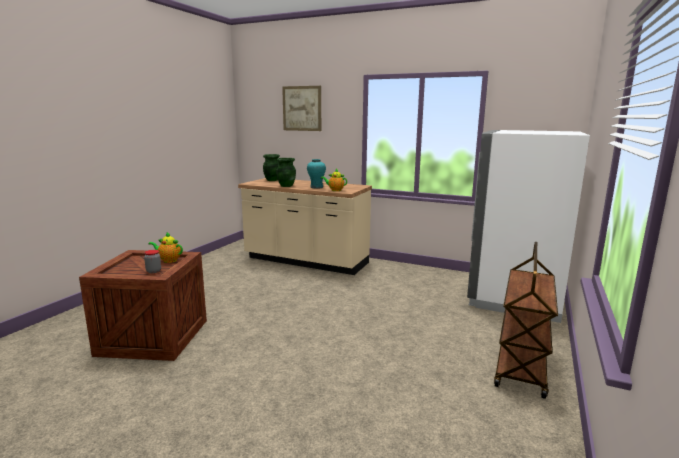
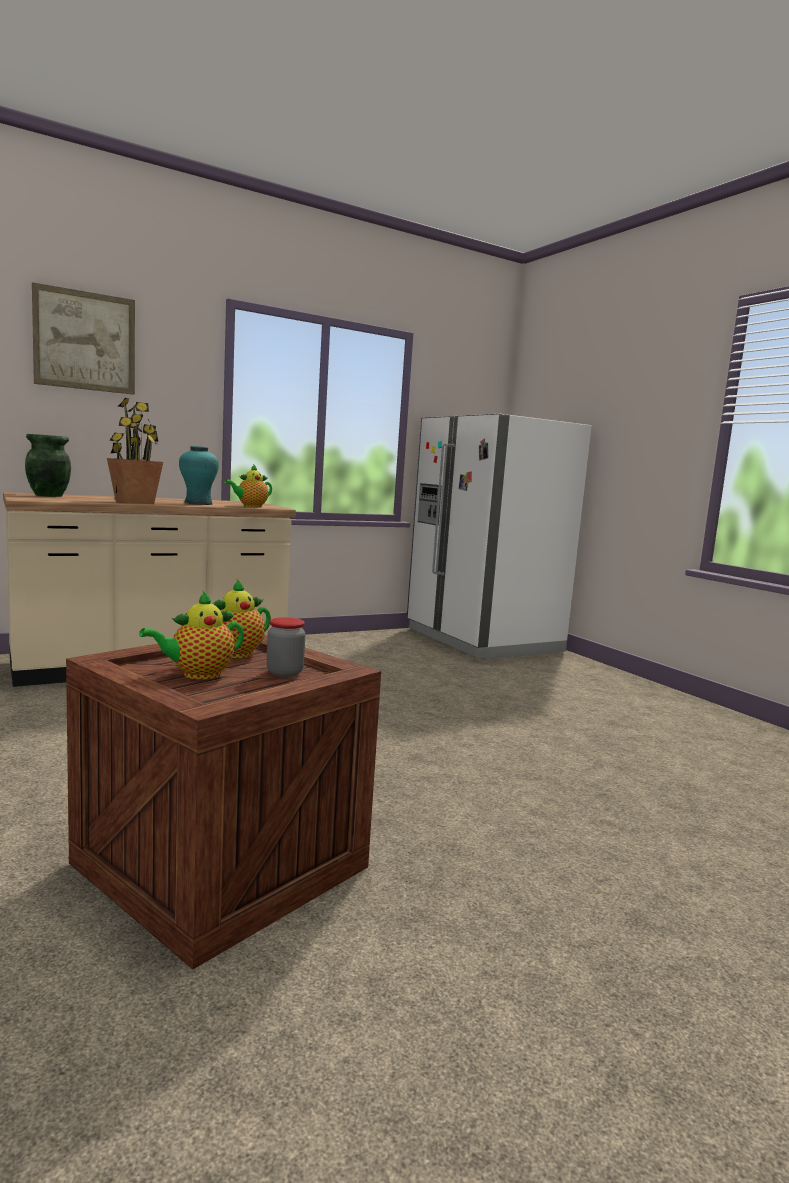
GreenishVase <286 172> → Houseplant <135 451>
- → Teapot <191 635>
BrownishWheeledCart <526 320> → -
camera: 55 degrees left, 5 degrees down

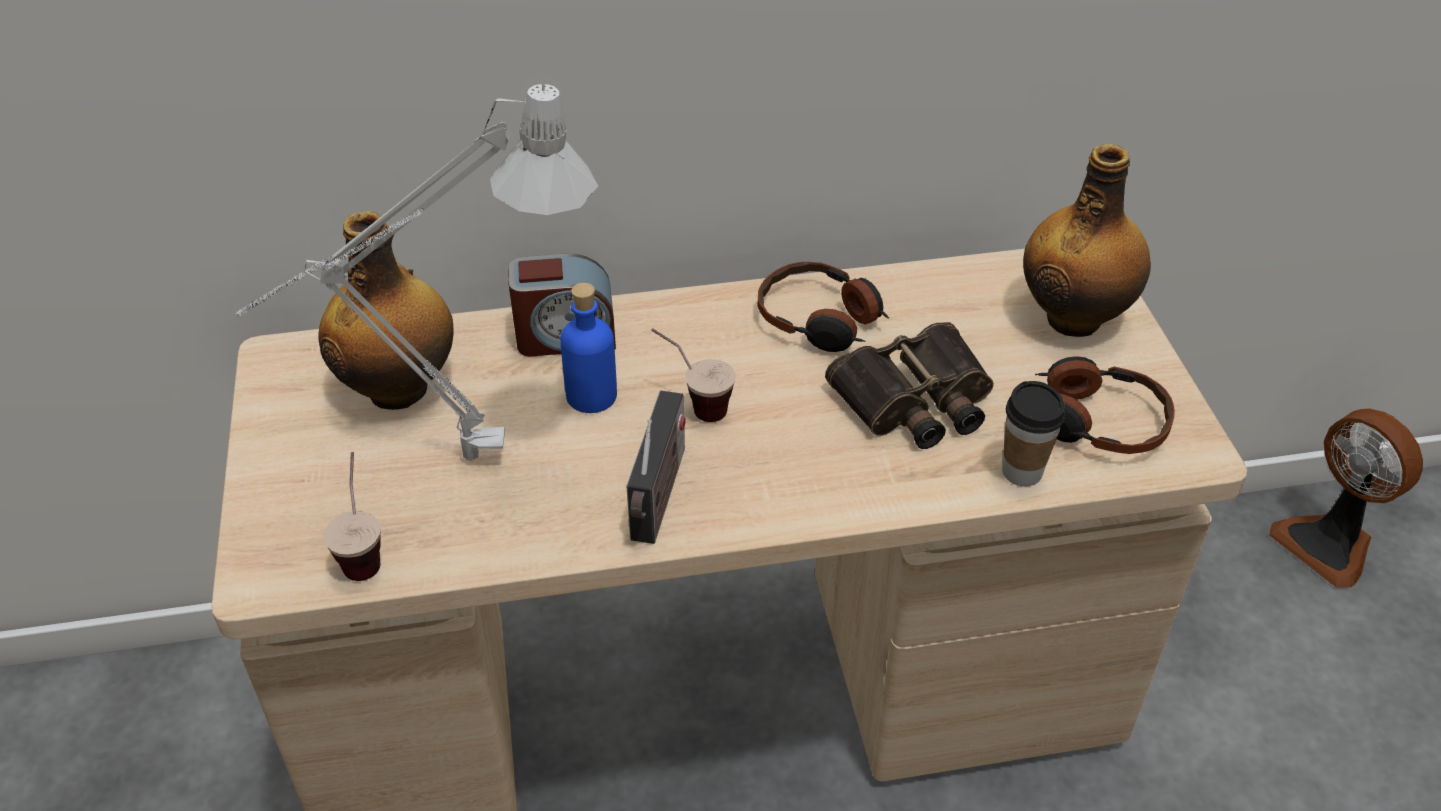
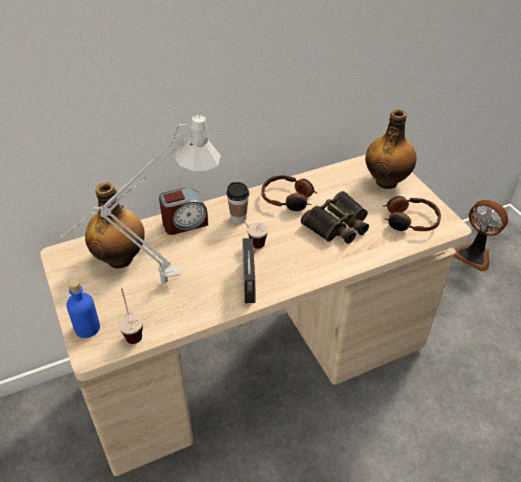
BlueBeverageBottle <588 348> → BlueBeverageBottle <83 308>, move
DrinkingCup <1034 433> → DrinkingCup <238 203>, move
camera: 15 degrees left, 0 degrees up

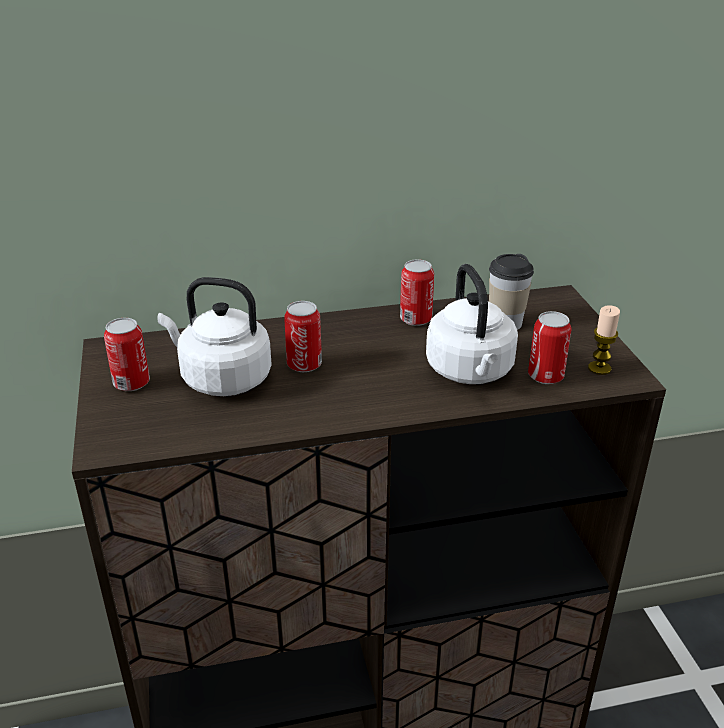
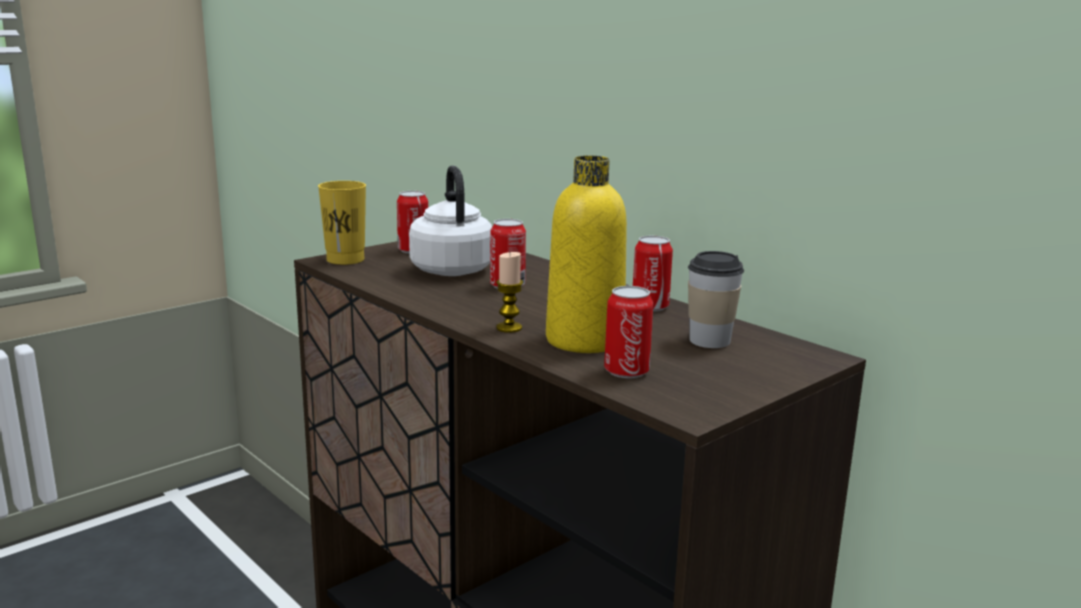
- → YellowishDrinkingCup <342 223>
Candle <604 340> → Candle <509 292>, move
WhitishTeaKettle <472 324> → YellowishBeverageBottle <586 254>
camera: 60 degrees right, 15 degrees down

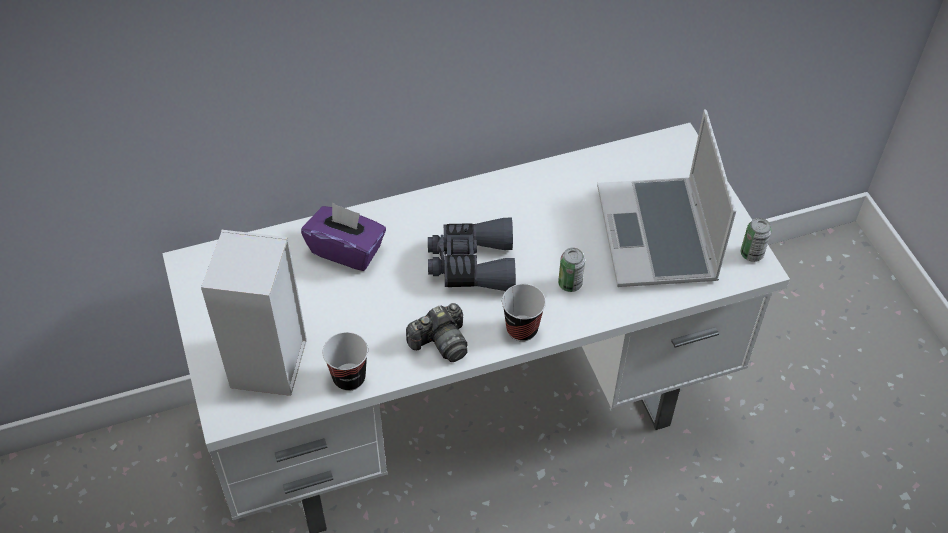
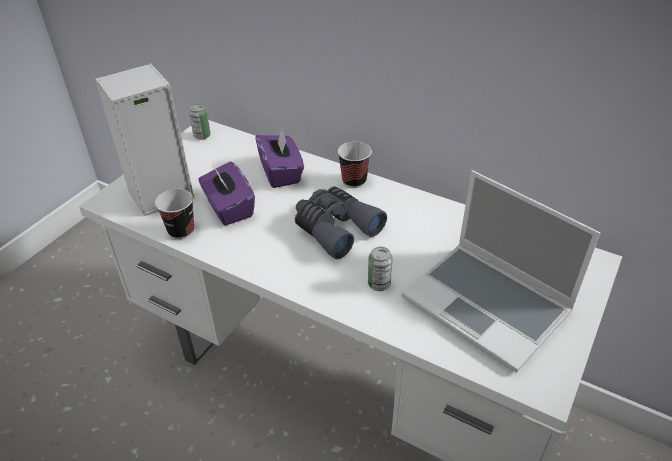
MetalCan <756 240> → MetalCan <200 122>, move
- → PurpleTissueBox <226 194>
DrinkingCup <524 313> → DrinkingCup <355 165>, move
Laptop <666 198> → Laptop <500 271>, 90 degrees counterclockwise
StillCamera <437 332> → -
camera: 50 degrees right, 10 degrees down

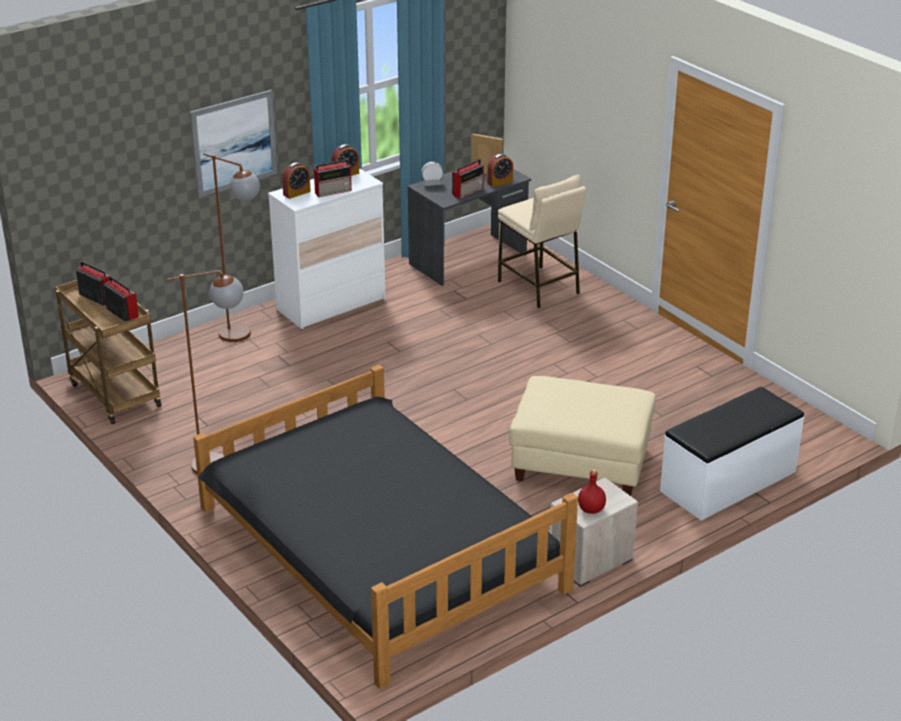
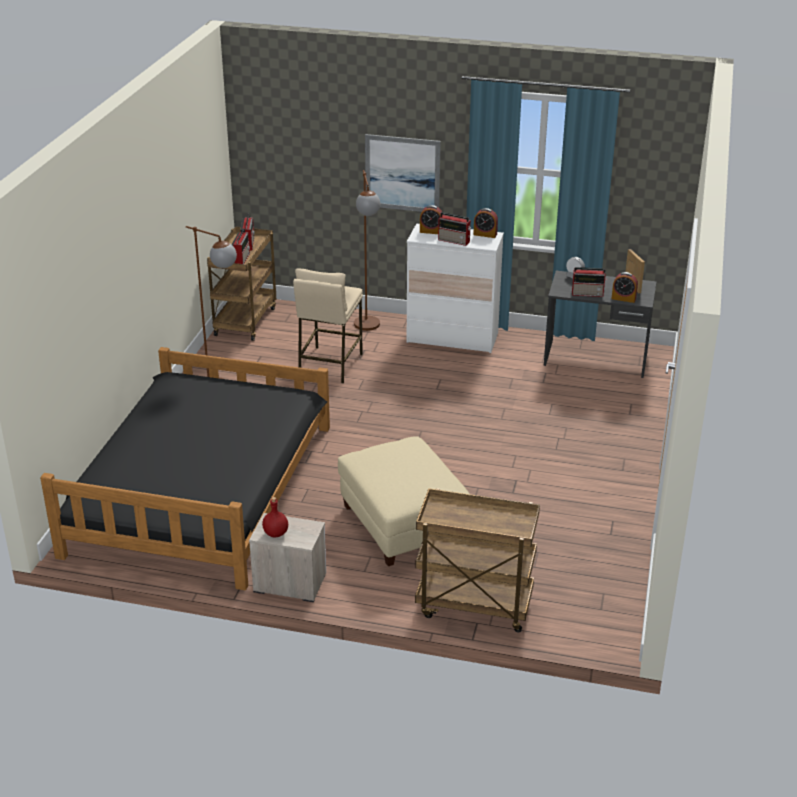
BeigeSittingStool <542 242> → BeigeSittingStool <328 325>, move
WhitishIndoorBench <732 454> → BrownishWheeledCart <477 560>
camera: 50 degrees right, 0 degrees up

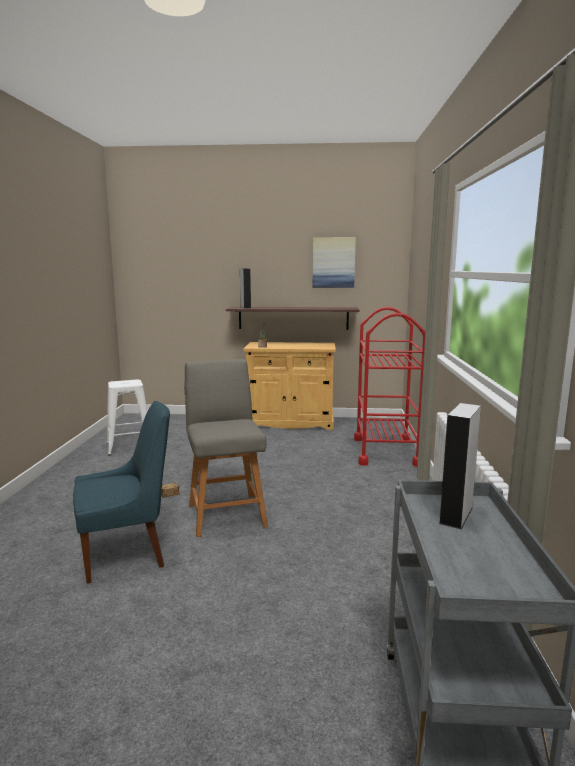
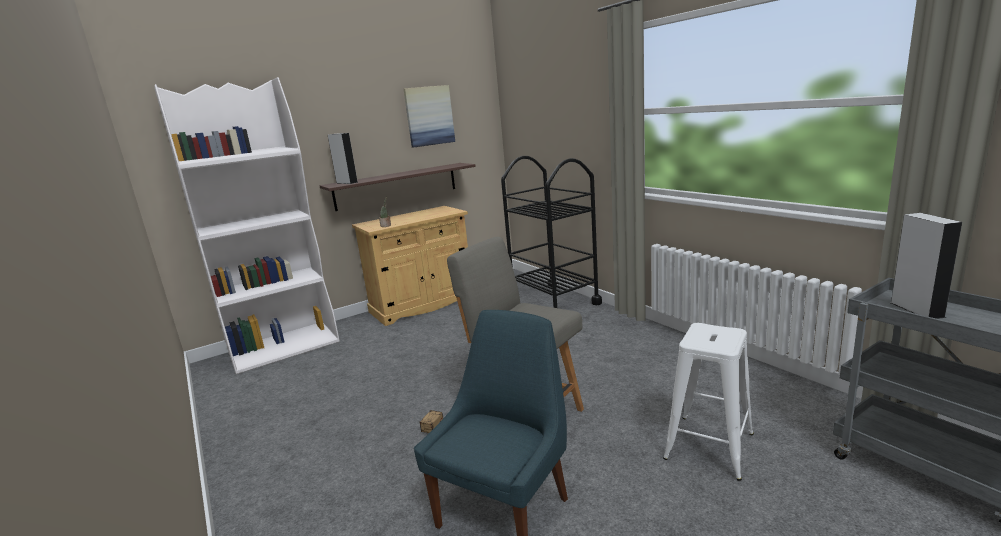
- → WhitishBookcase <247 225>
RedWheeledCart <389 387> → BlackishWheeledCart <551 232>
WhitishSittingStool <127 417> → WhitishSittingStool <708 402>, move
camera: 35 degrees left, 5 degrees up

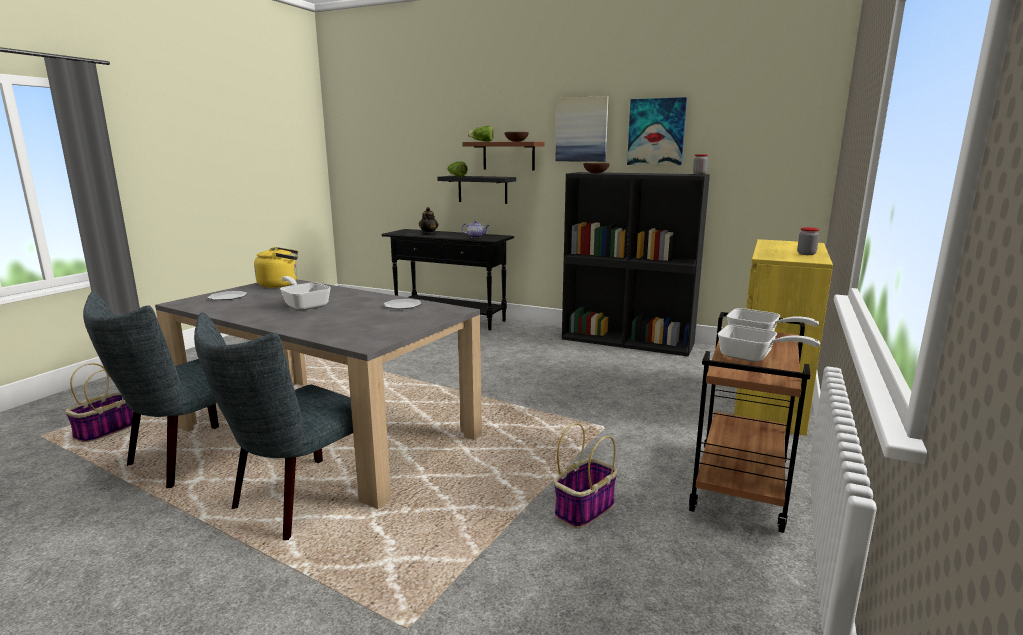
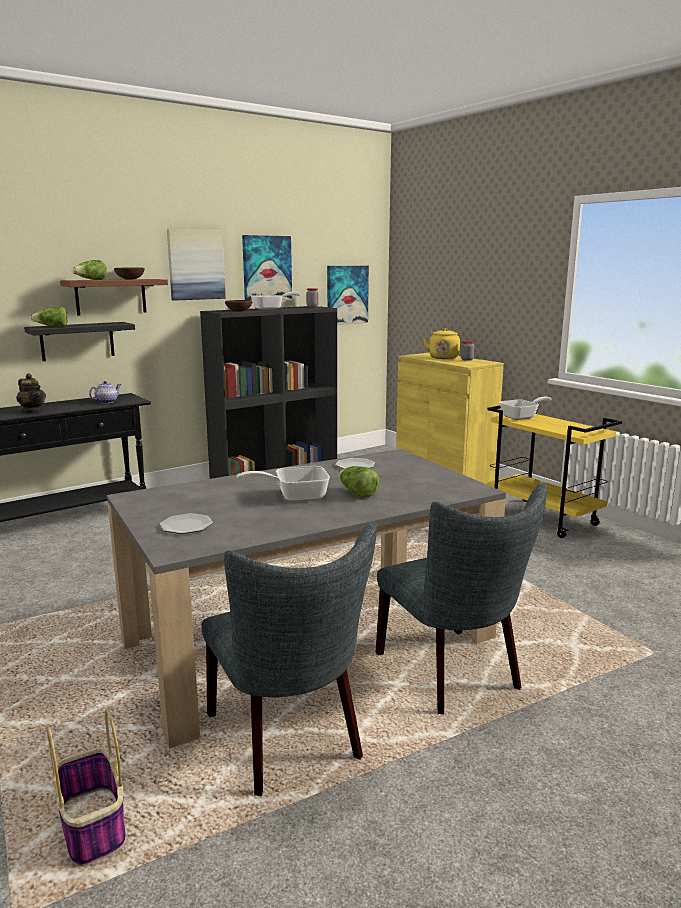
Pan <769 343> → Pan <276 301>, move
- → WallArt <348 295>
- → Lettuce <359 482>
YellowishTeaKettle <276 267> → YellowishTeaKettle <441 343>, move
BrownishWheeledCart <749 422> → YellowishWheeledCart <554 472>
Basket <586 476> → -
camera: 60 degrees left, 0 degrees up

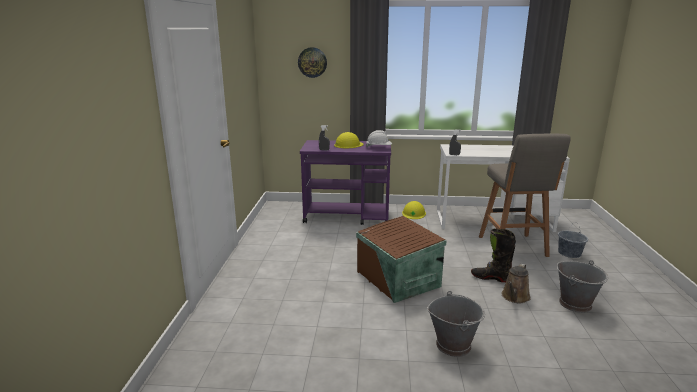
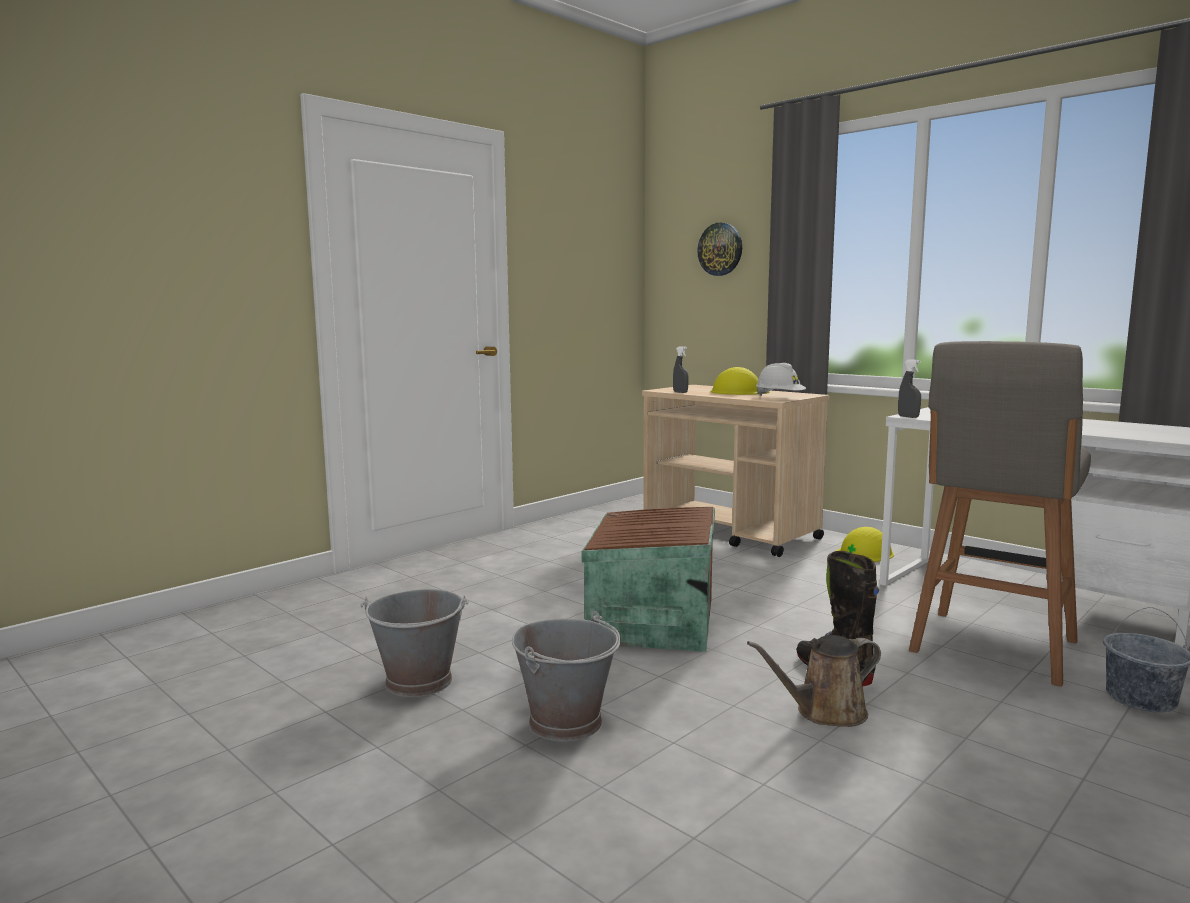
GreyWaterBucket <582 286> → GreyWaterBucket <414 643>, move
PurpleWheeledCart <345 182> → BeigeWheeledCart <735 471>
camera: 40 degrees right, 10 degrees down

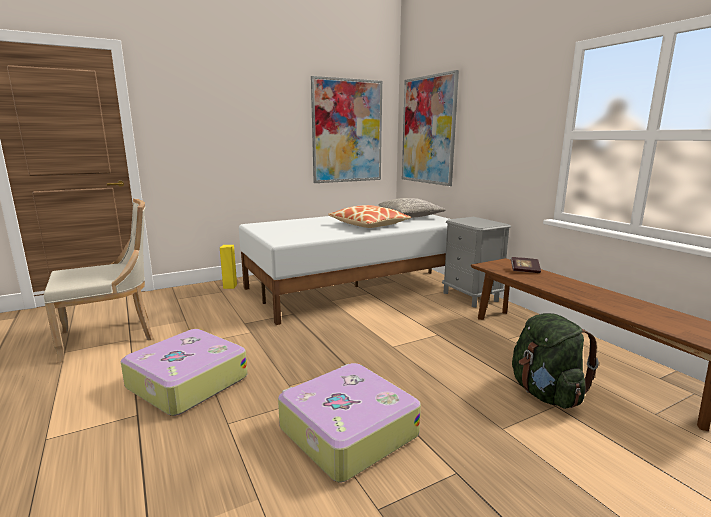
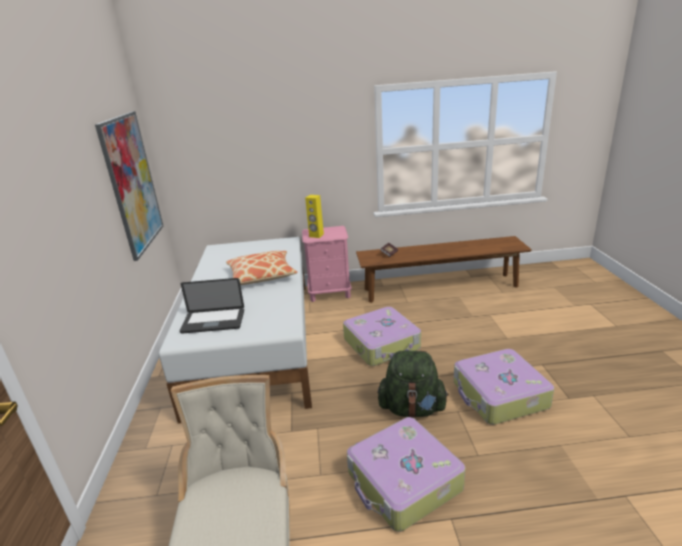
- → Laptop <212 306>
GreyNightstand <476 262> → PinkColouredNightstand <327 264>
YellowishSpeaker <228 267> → YellowishSpeaker <314 216>, move
- → PieceOfLuggage <382 336>
GreenishBackpack <555 361> → GreenishBackpack <413 384>, move
GreyThrowPillow <412 208> → -
WallArt <430 128> → -
camera: 65 degrees left, 10 degrees up

